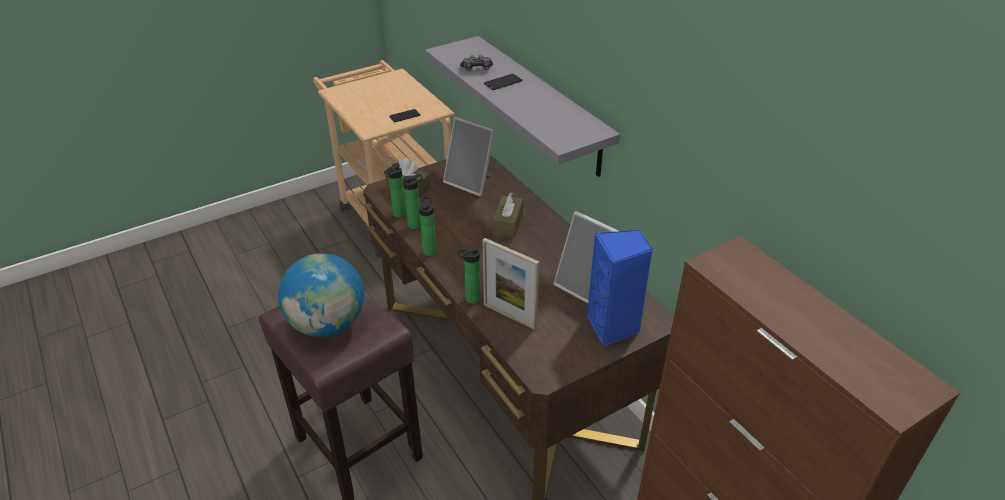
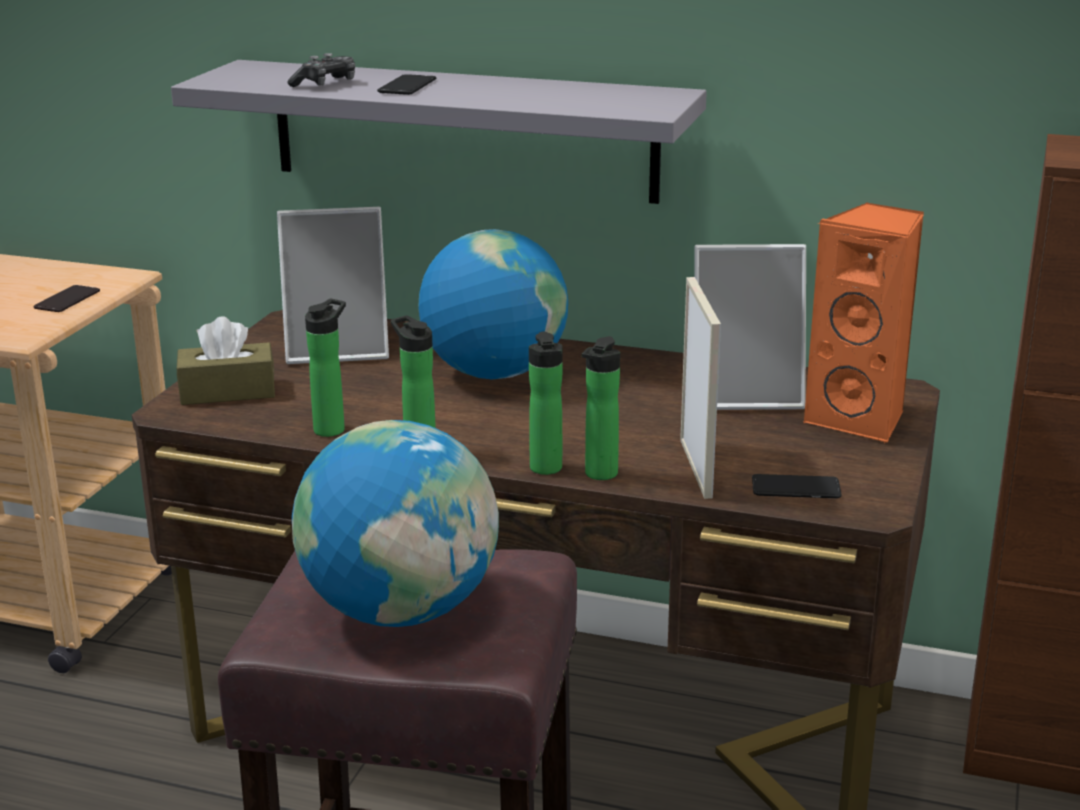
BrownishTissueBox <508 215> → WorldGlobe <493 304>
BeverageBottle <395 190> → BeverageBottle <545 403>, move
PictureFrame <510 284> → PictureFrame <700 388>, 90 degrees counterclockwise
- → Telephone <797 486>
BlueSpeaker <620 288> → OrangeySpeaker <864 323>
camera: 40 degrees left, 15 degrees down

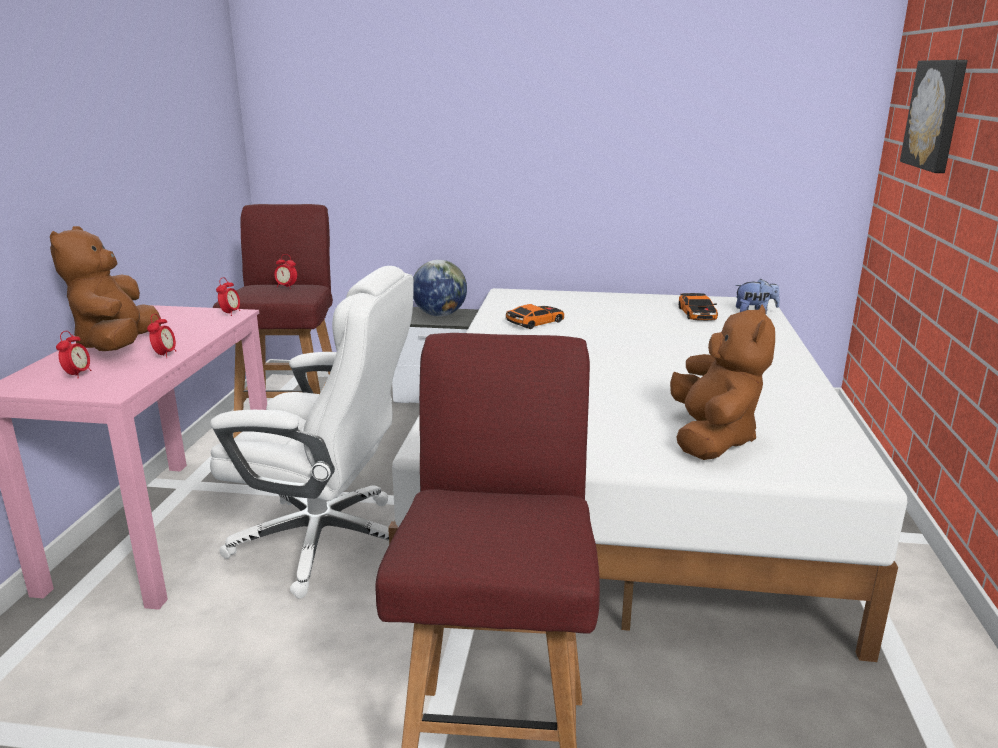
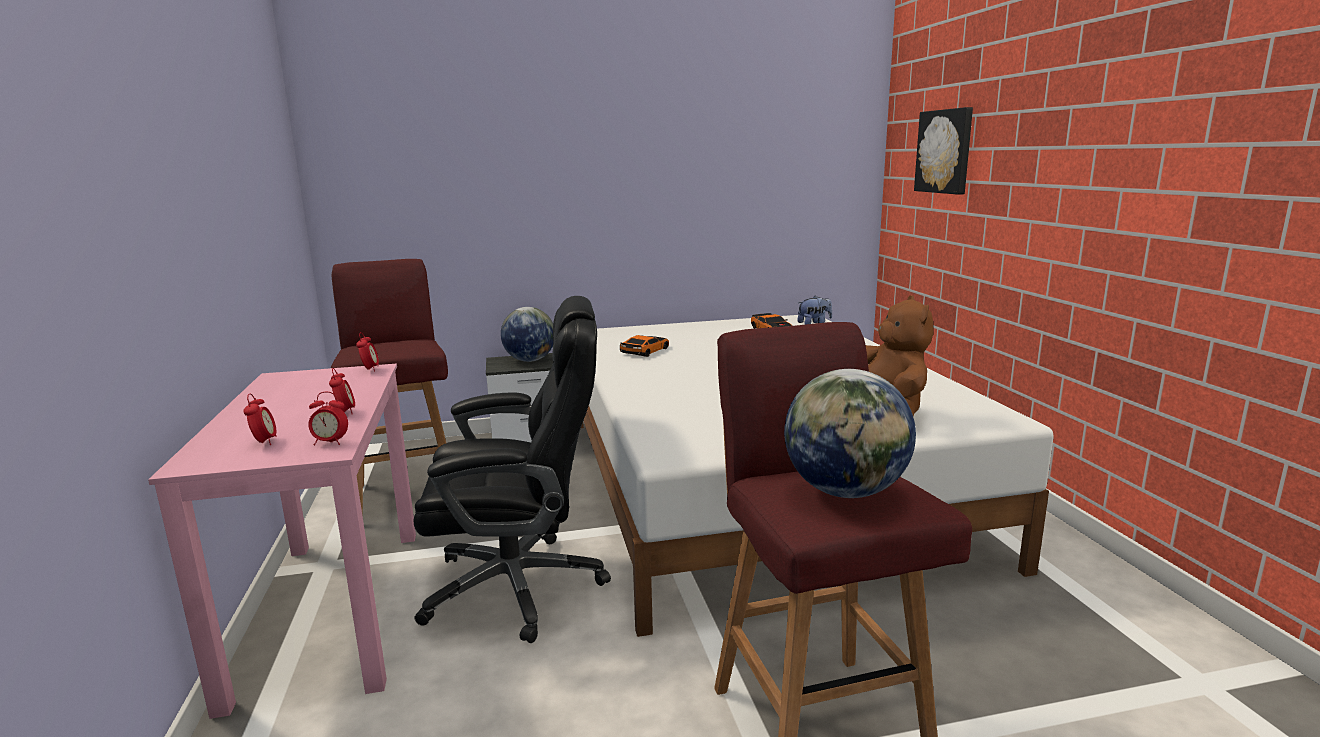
AlarmClock <285 271> → AlarmClock <328 419>, move
WhitishDeskChair <311 432> → BlackishDeskChair <512 469>
- → WorldGlobe <850 433>
BrownishPlushToy <105 288> → -
camera: 20 degrees left, 5 degrees down

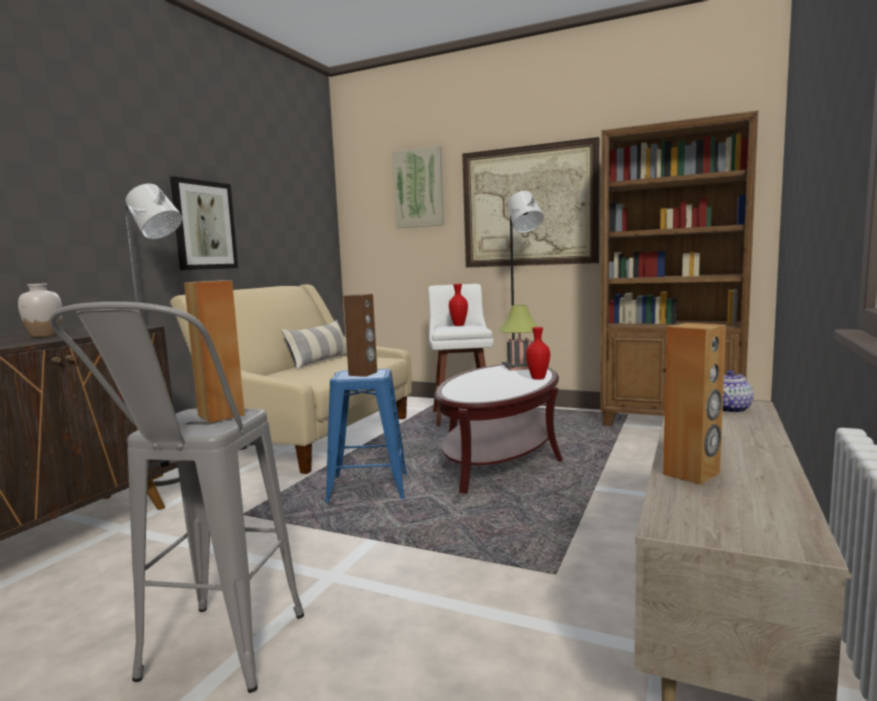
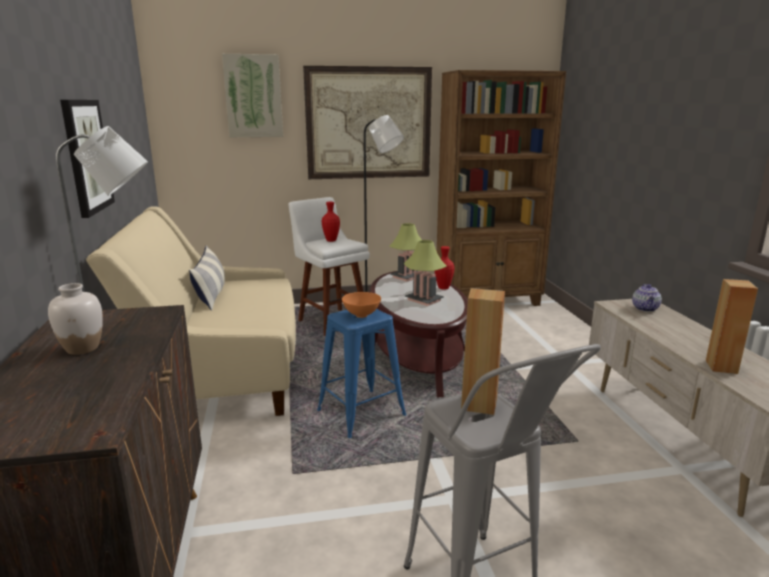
BrownishSpeaker <360 335> → OrangeyBowl <361 305>
- → LampForATable <425 273>
camera: 35 degrees left, 10 degrees up

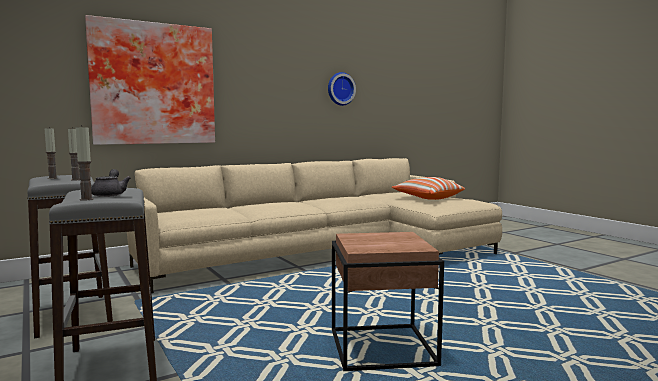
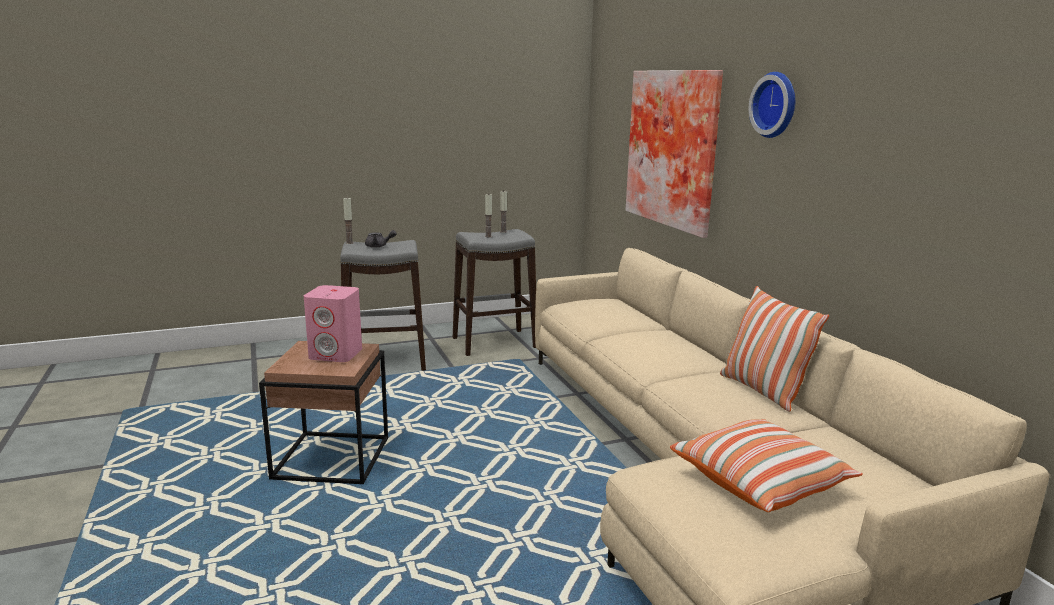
- → PinkColouredSpeaker <333 323>
- → ThrowPillow <774 349>
WallClock <342 89> → WallClock <772 105>, move
camera: 100 degrees right, 10 degrees up

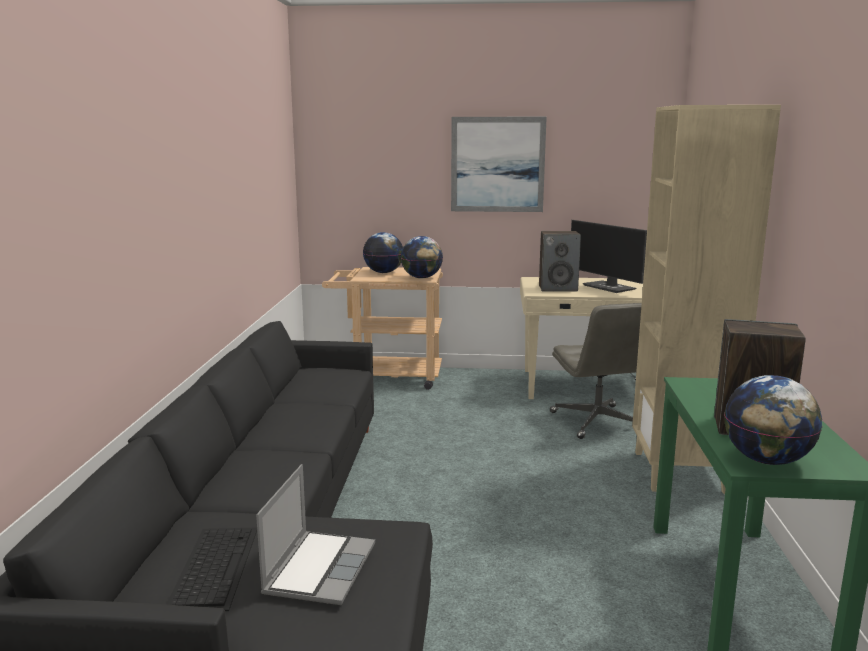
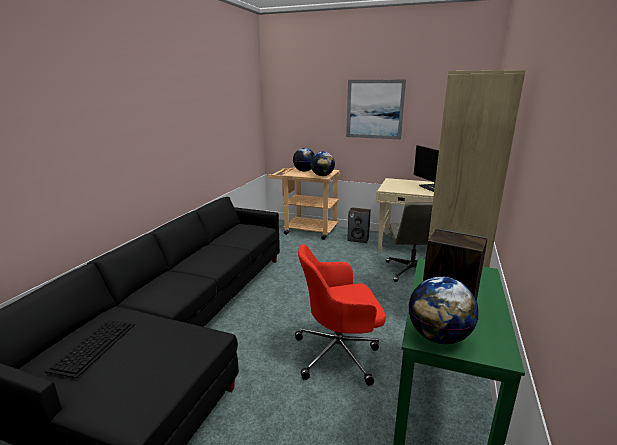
- → RedDeskChair <340 315>
Speaker <560 261> → Speaker <359 225>, move
Laptop <315 534> → -
camera: 15 degrees right, 5 degrees up

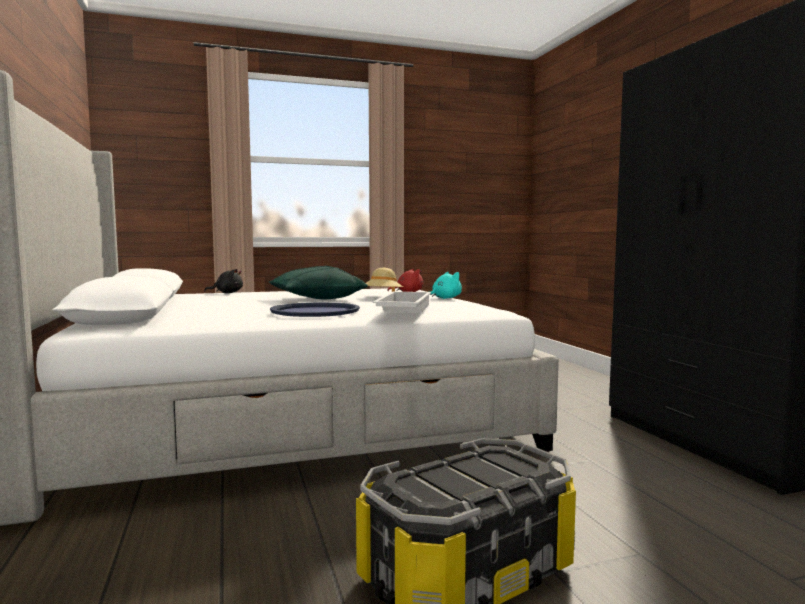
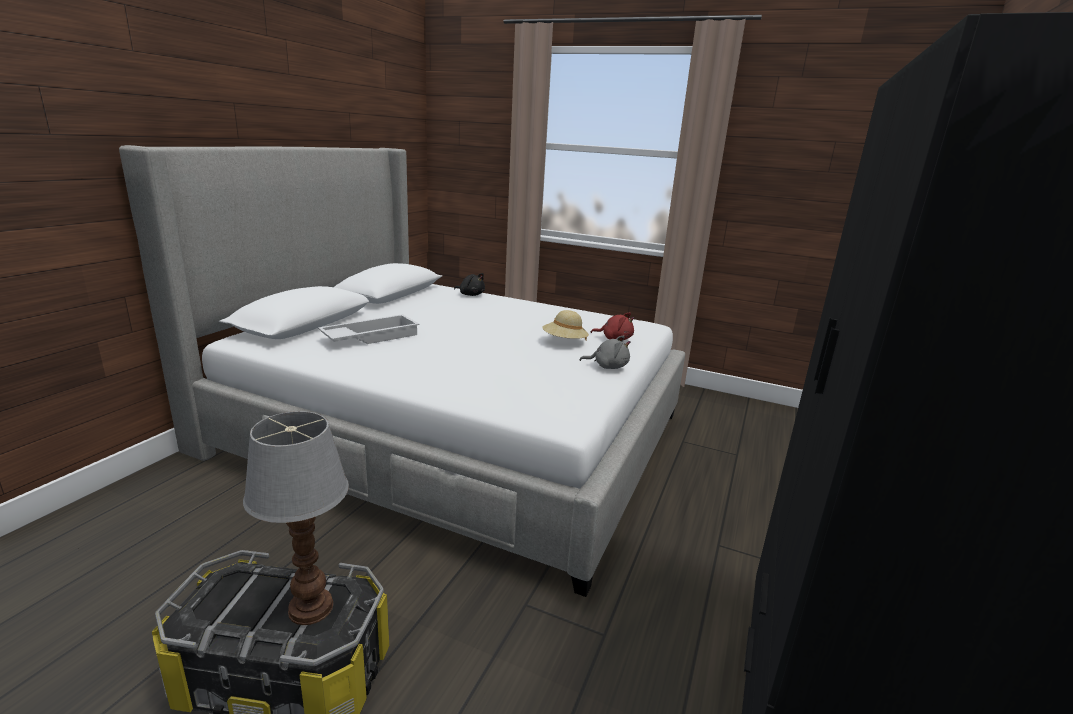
- → LampForATable <296 518>
WhitishTray <402 302> → WhitishTray <369 329>, move
BlueGreenPlushToy <446 285> → GreyPlushToy <605 352>
GreenishThrowPillow <318 282> → -
BlueTray <315 309> → -
camera: 40 degrees right, 15 degrees up

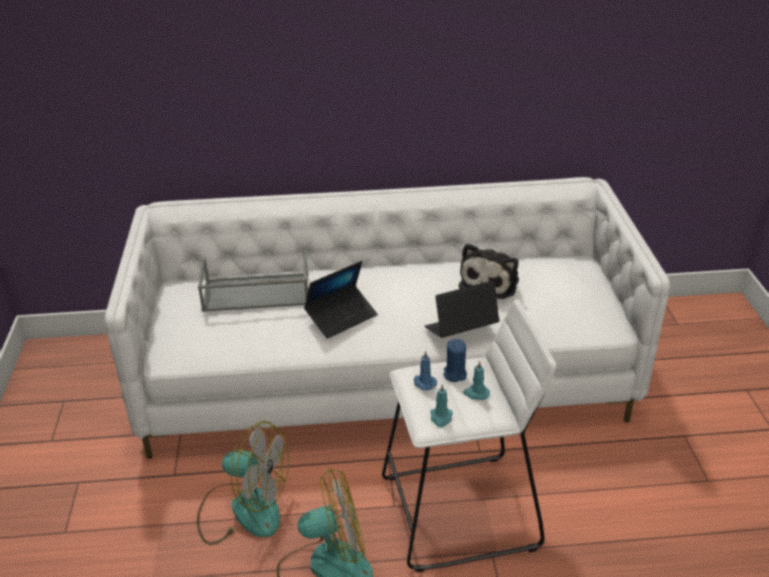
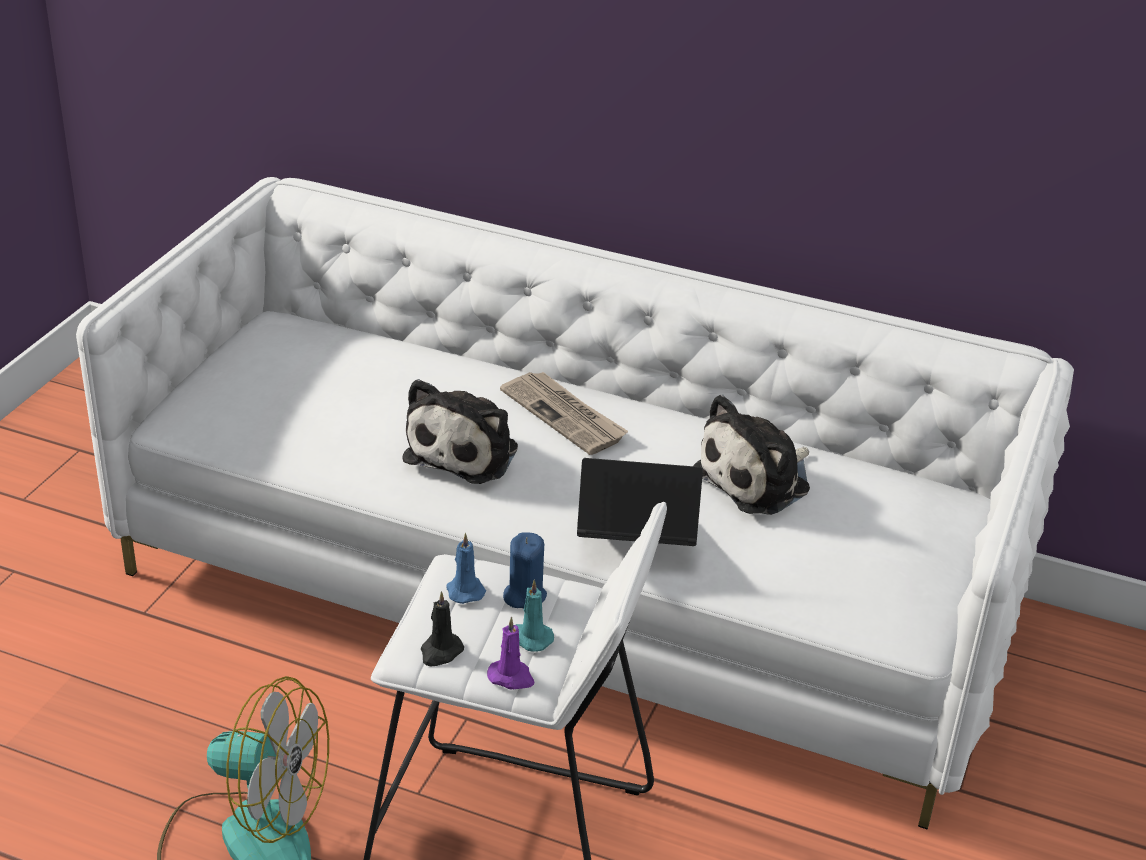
Laptop <341 300> → PlushToy <460 431>
BlueGreenCandle <442 405> → BlackishCandle <442 628>
- → PurpleCandle <511 653>
- → Newspaper <564 413>
CoolingFan <243 483> → -
GreyTray <253 281> → -
camera: 25 degrees right, 0 degrees up

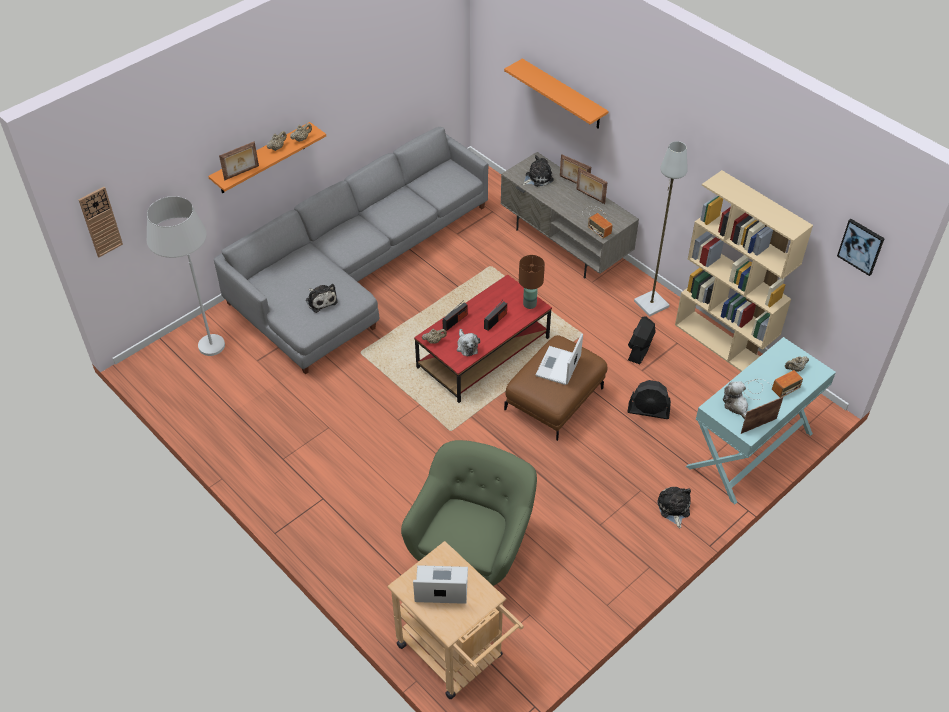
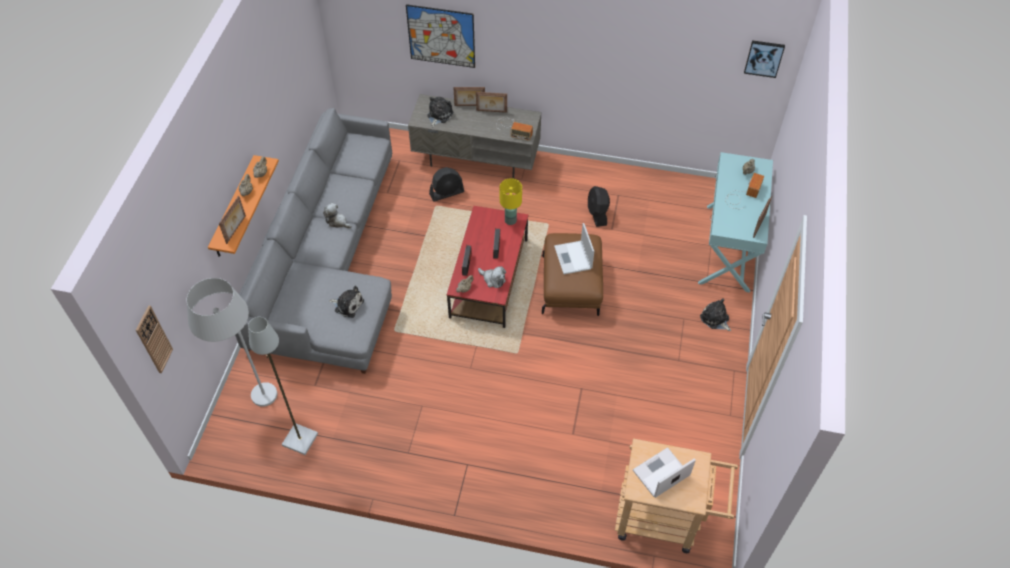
GreyStandardLamp <661 229> → GreyStandardLamp <283 386>, move
PlushToy <735 400> → PlushToy <337 215>, move
OrangeyBracketShelf <556 94> → WallArt <440 36>
BlackishCoolingFan <649 399> → BlackishCoolingFan <446 184>, move
BrownishLampForATable <532 282> → YellowishLampForATable <511 201>
GreenishArmchair <469 513> → -
BeigeBookcase <744 271> → -
camera: 35 degrees left, 5 degrees up

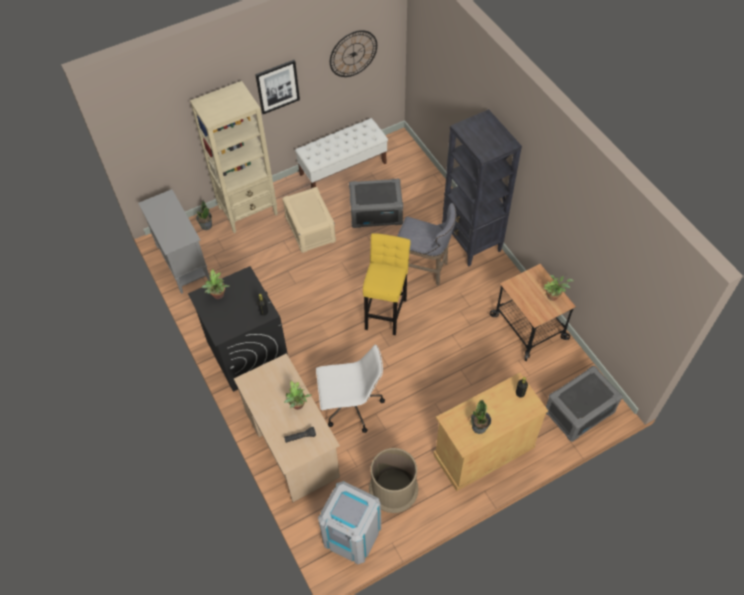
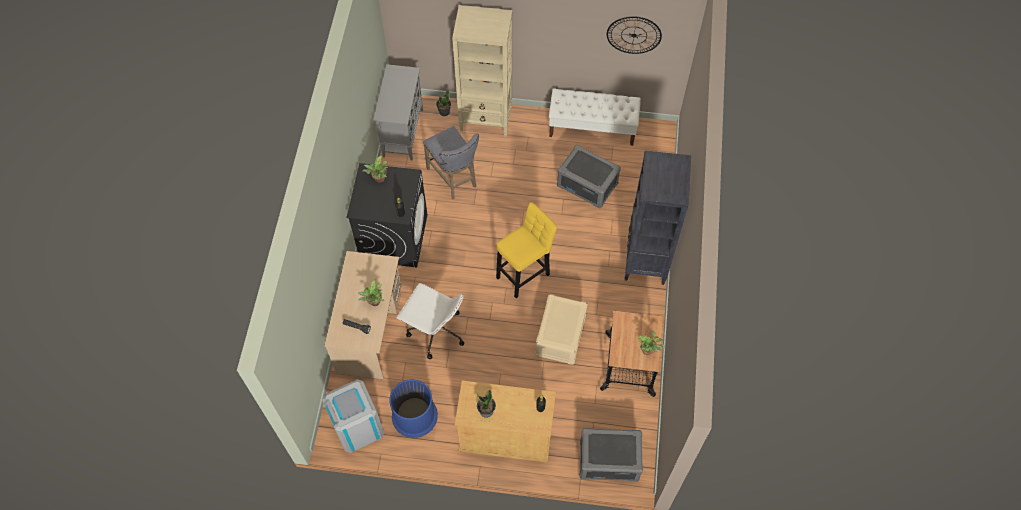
BrownishWasteBin <393 480> → BlueWasteBin <413 408>
GreySittingStool <426 244> → GreySittingStool <451 162>, move
BeigeStorageBox <309 220> → BeigeStorageBox <561 329>, move
WallArt <277 87> → -
camera: 35 degrees right, 5 degrees up

